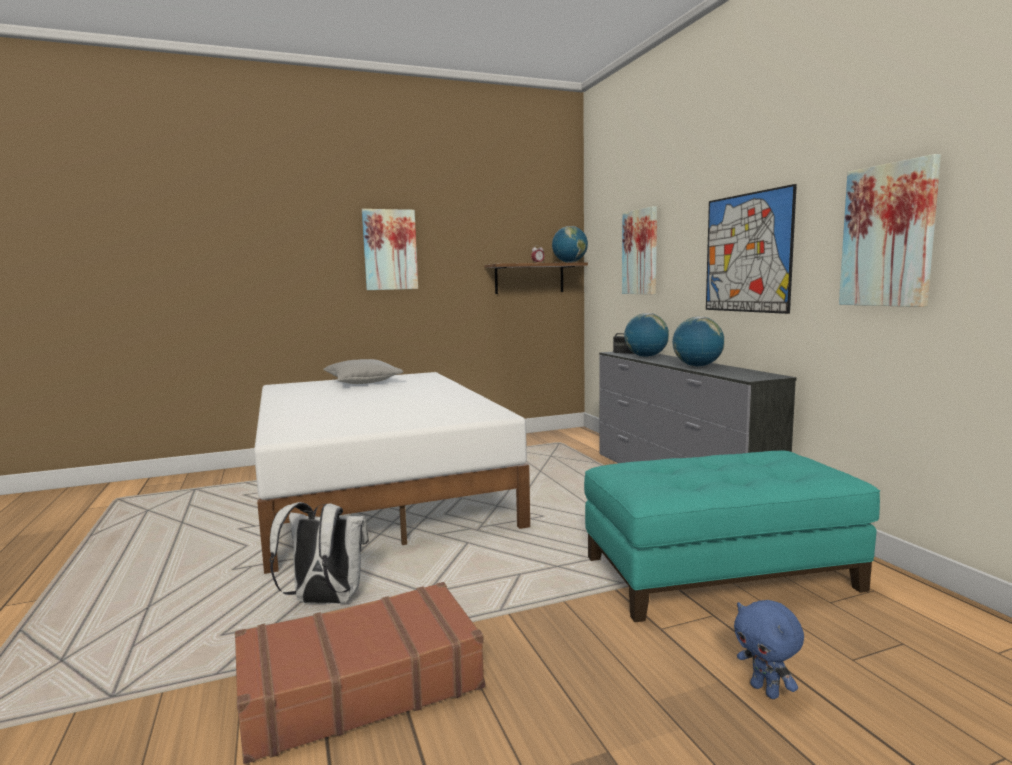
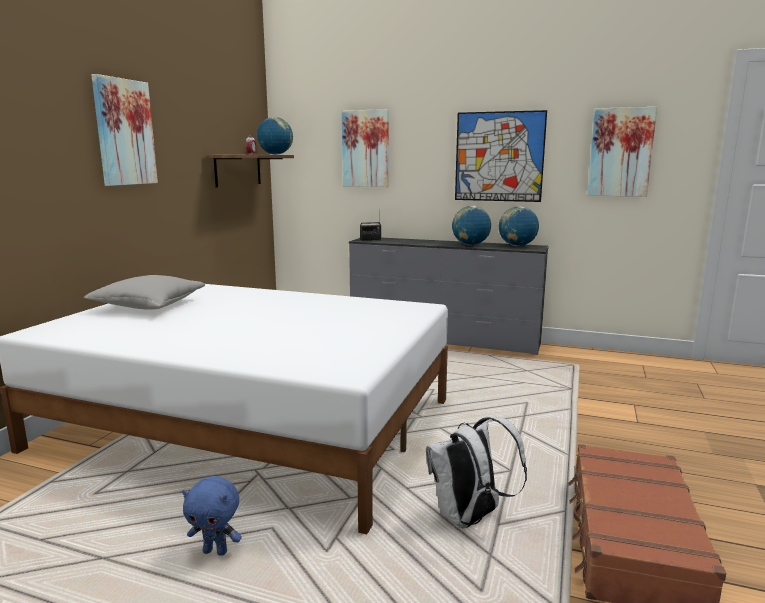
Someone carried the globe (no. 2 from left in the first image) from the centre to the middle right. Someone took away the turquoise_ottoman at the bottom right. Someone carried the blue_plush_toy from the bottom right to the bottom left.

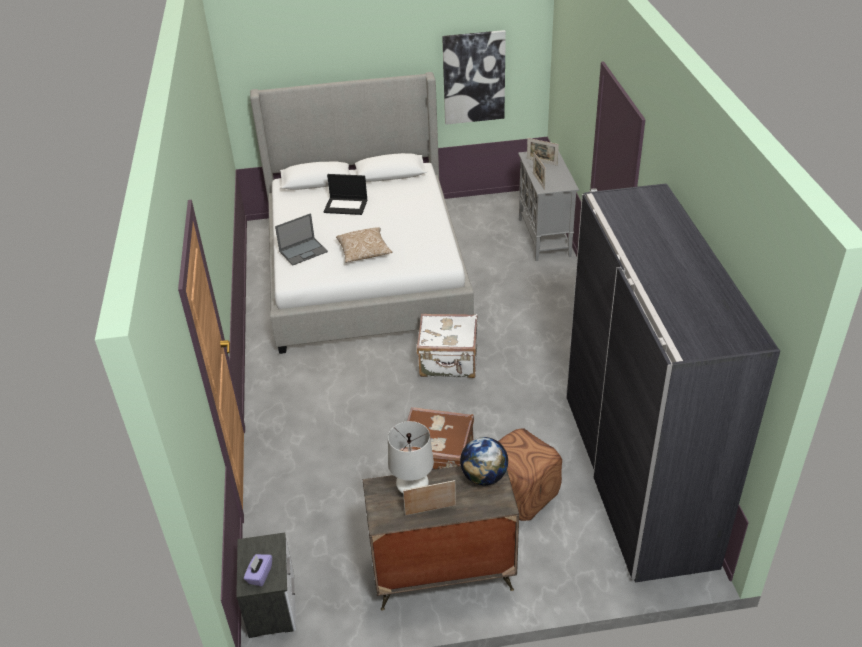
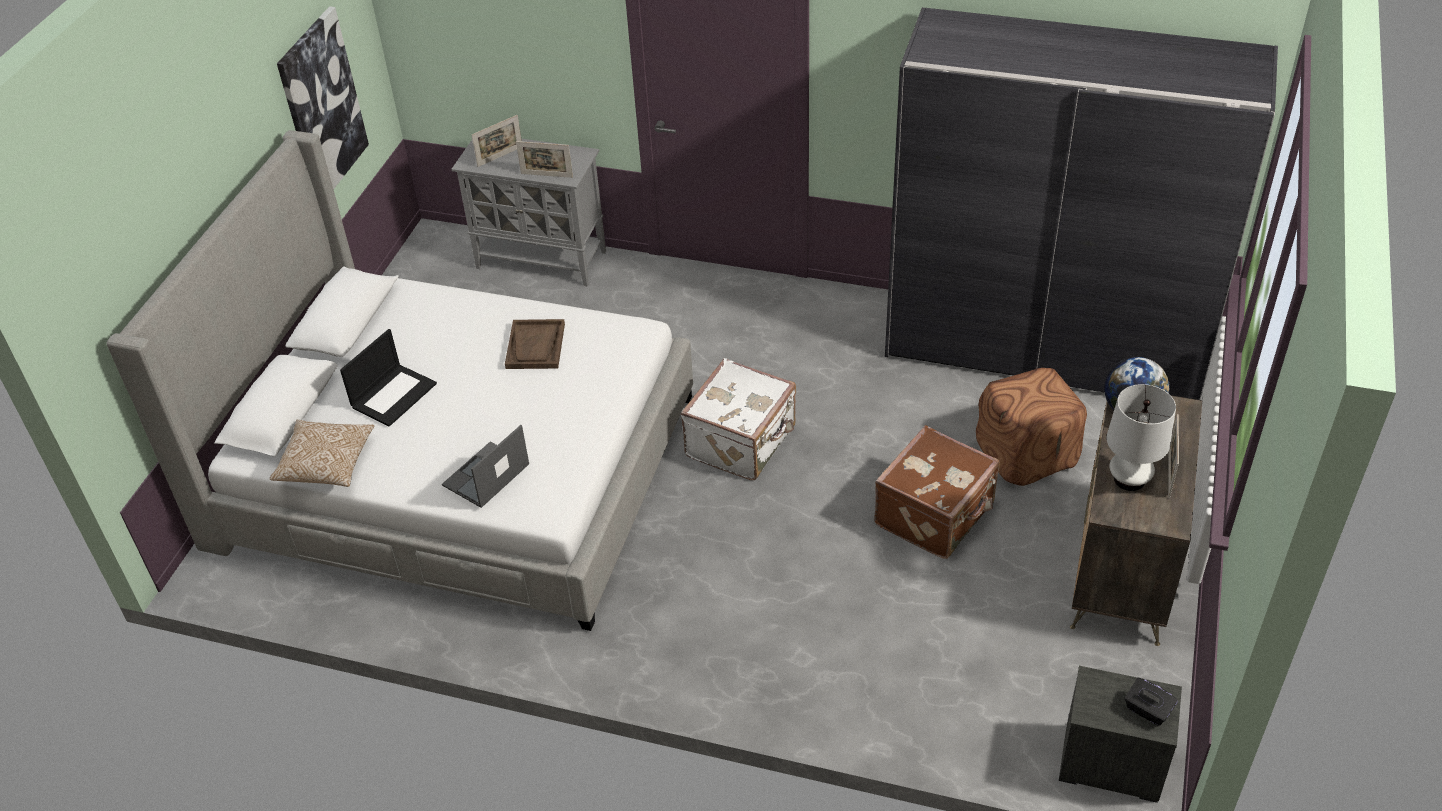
Someone rotated the laptop (no. 1 from left in the first image) at the centre by 135 degrees counterclockwise. Someone carried the pillow from the centre to the middle left. Someone repainted the purple_tissue_box at the bottom left, which became the black_tissue_box at the bottom right. Someone put down the brown_tray at the centre.

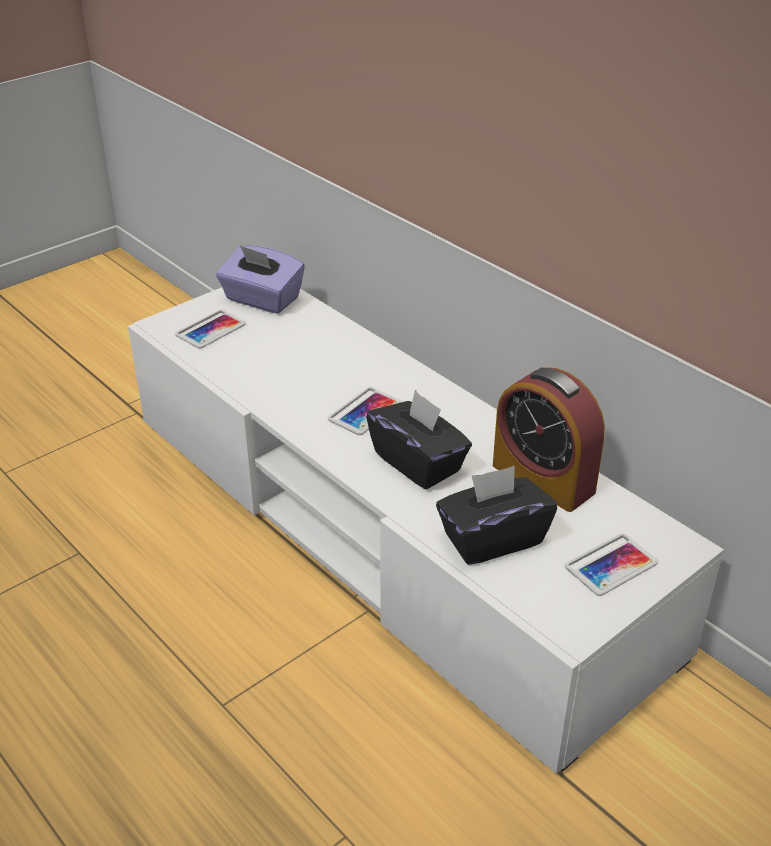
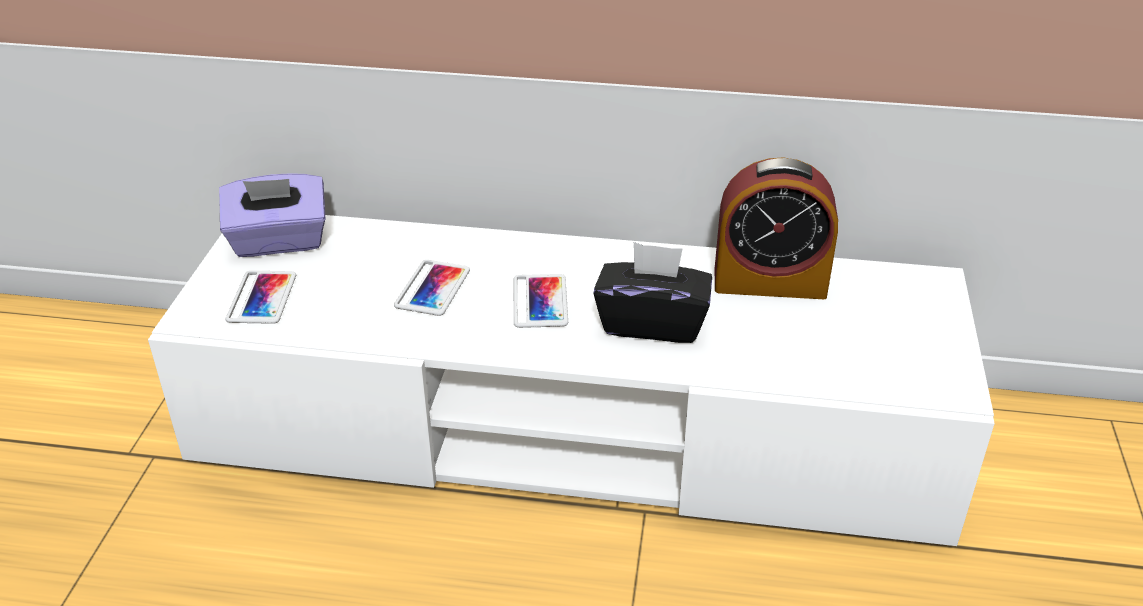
Someone took away the black_tissue_box (no. 2 from left) at the centre. Someone carried the phone (no. 3 from left in the first image) from the bottom right to the centre.

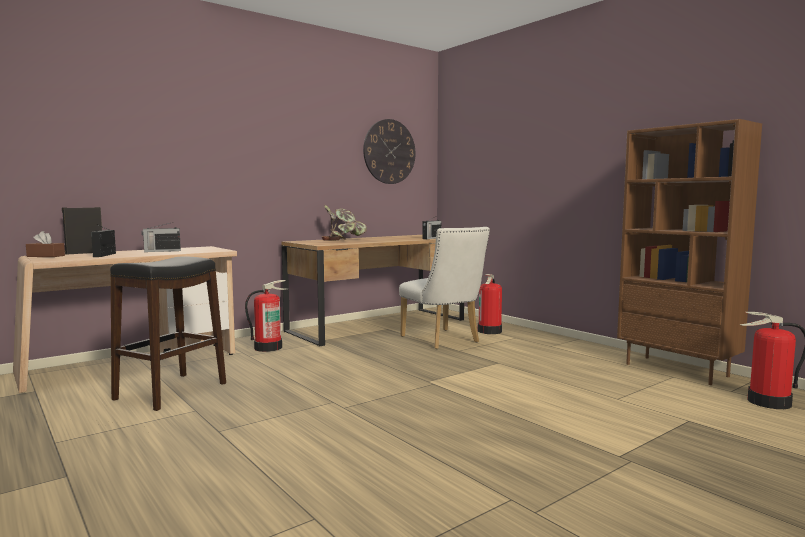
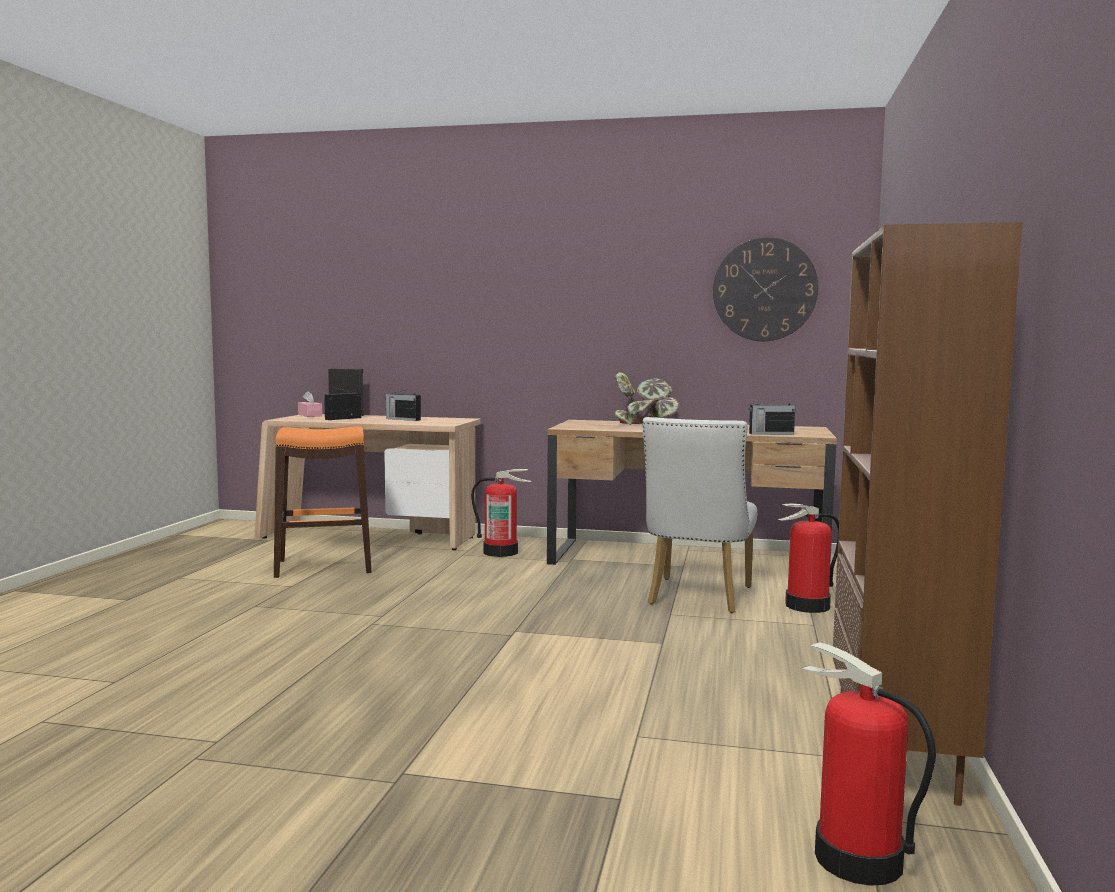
Someone repainted the brown_tissue_box at the middle left, which became the pink_tissue_box at the middle left. Someone repainted the black_stool at the middle left, which became the orange_stool at the middle left.

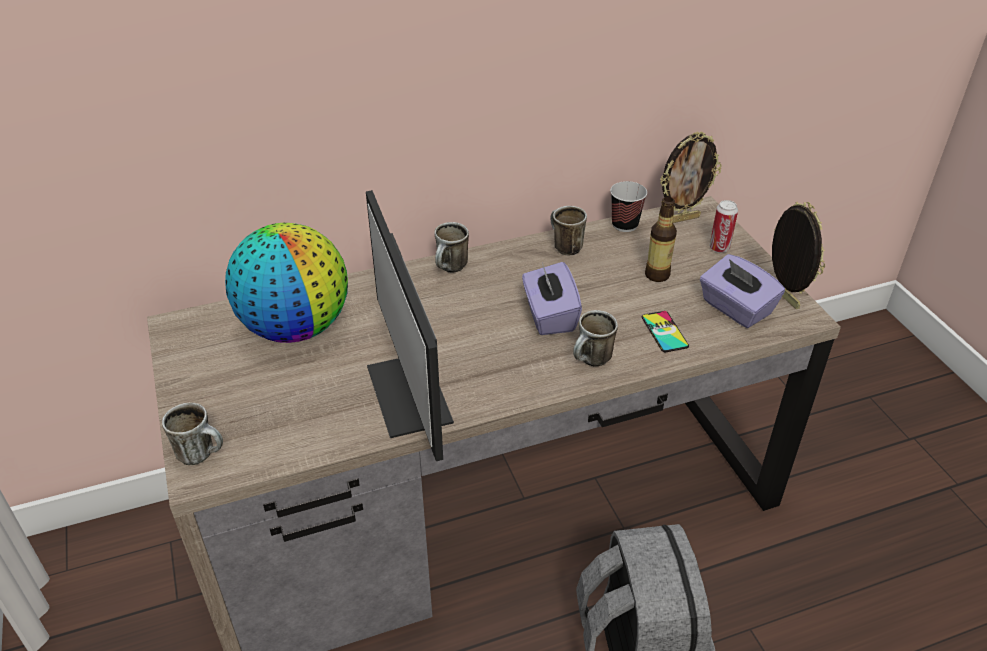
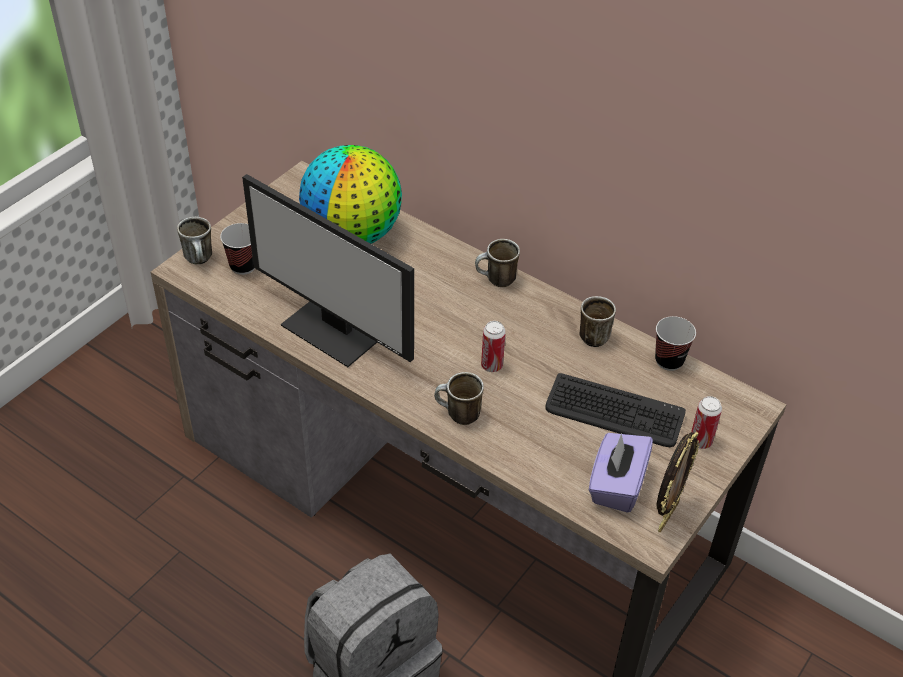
Someone took away the picture_frame (no. 1 from left) at the top right. Someone rotated the monitor at the centre by 90 degrees counterclockwise. Someone swapped the bottle at the middle right for the keyboard at the middle right. Someone swapped the purple_tissue_box (no. 1 from left) at the centre for the can (no. 1 from left) at the centre. Someone took away the phone at the middle right. Someone put down the cup (no. 1 from left) at the middle left.

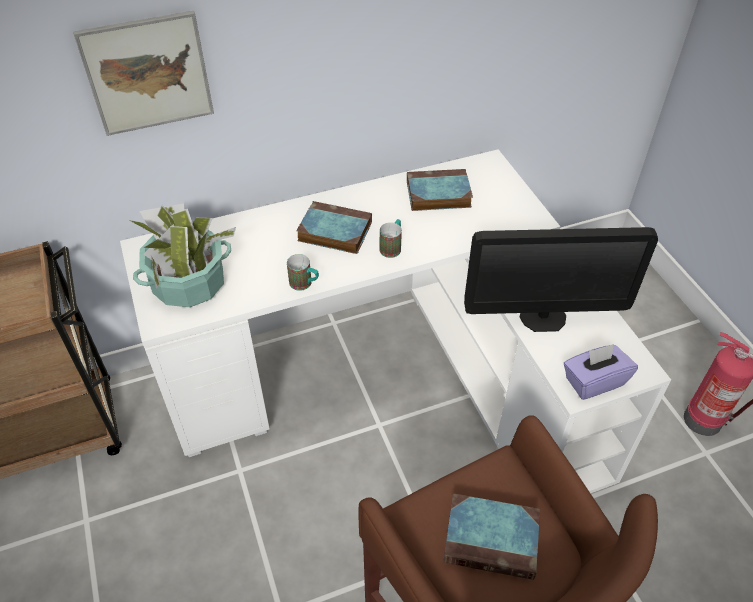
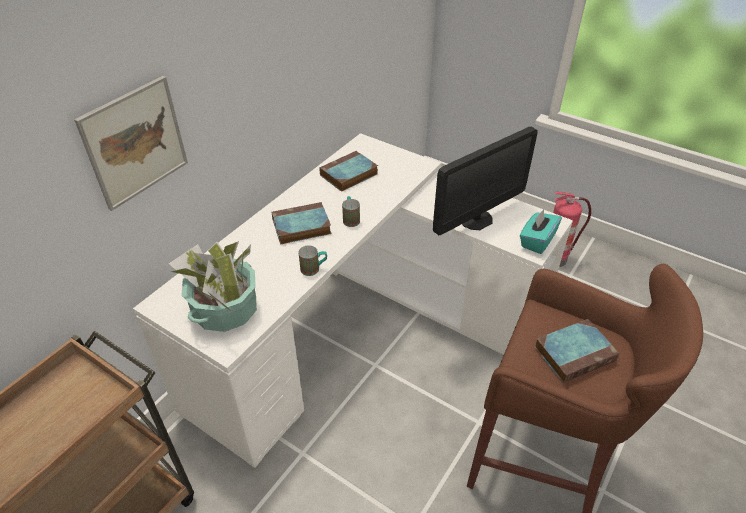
Someone repainted the purple_tissue_box at the middle right, which became the turquoise_tissue_box at the middle right.

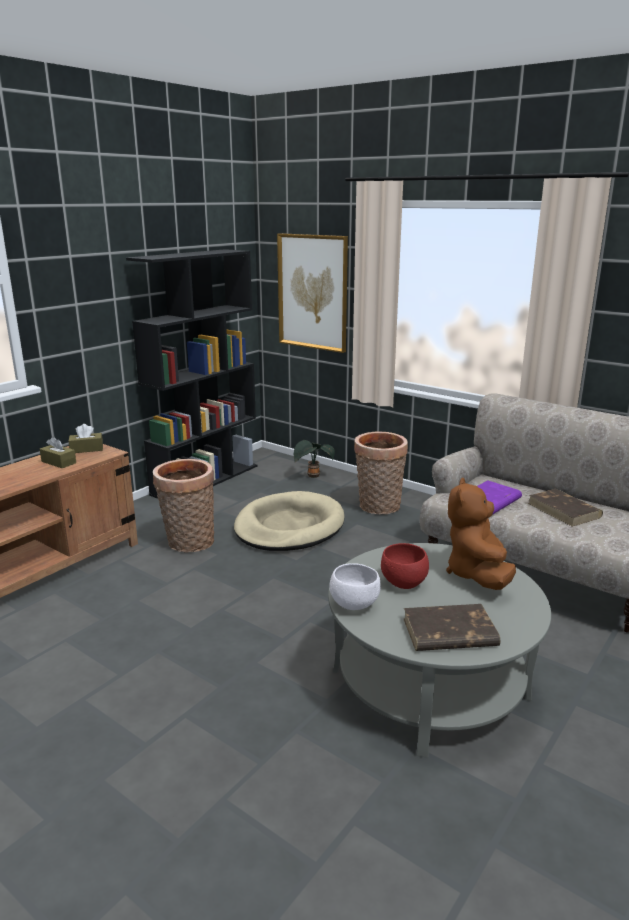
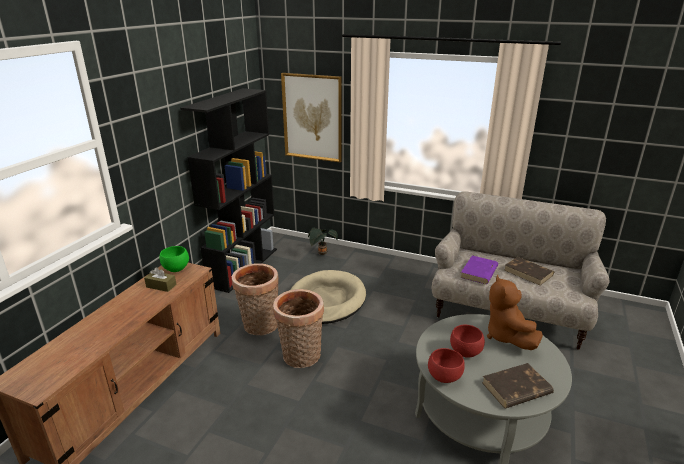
Someone swapped the brown_tissue_box (no. 2 from left) at the middle left for the green_bowl at the middle left. Someone carried the basket (no. 2 from left) from the centre to the bottom centre. Someone repainted the white_bowl at the centre, which became the red_bowl (no. 1 from left) at the bottom centre.

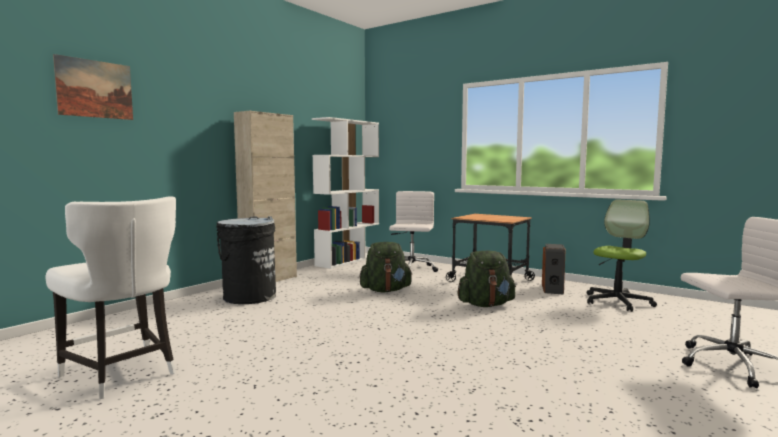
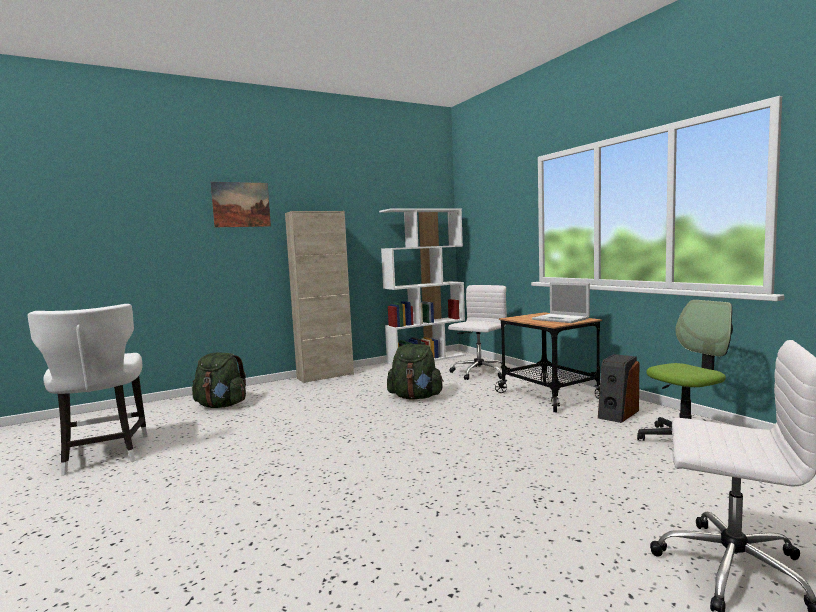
Someone carried the picture from the top left to the middle left. Someone took away the black_trash_can at the middle left. Someone carried the green_backpack (no. 2 from left in the first image) from the centre to the middle left. Someone put down the laptop at the middle right.

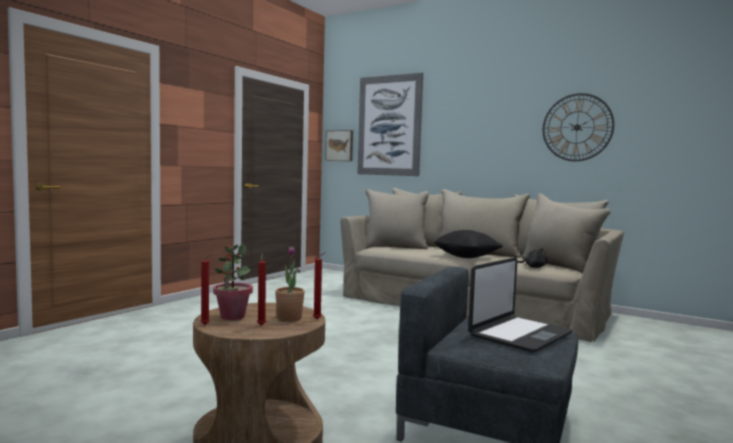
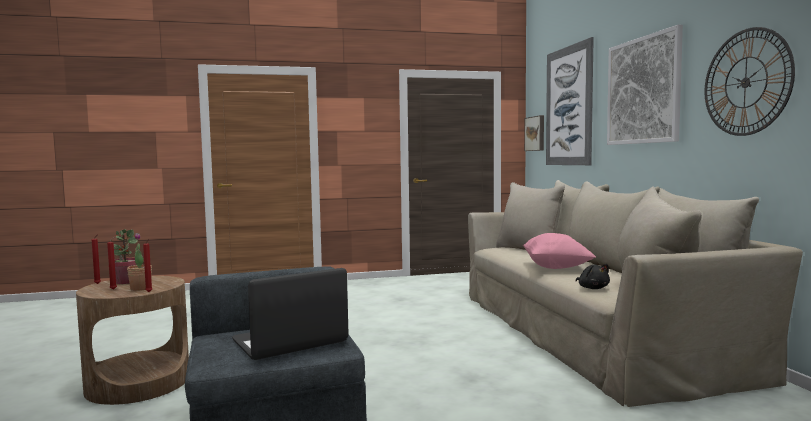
Someone repainted the black_pillow at the centre, which became the pink_pillow at the middle right. Someone rotated the laptop at the bottom right by 150 degrees clockwise. Someone put up the picture (no. 3 from left) at the top right.

